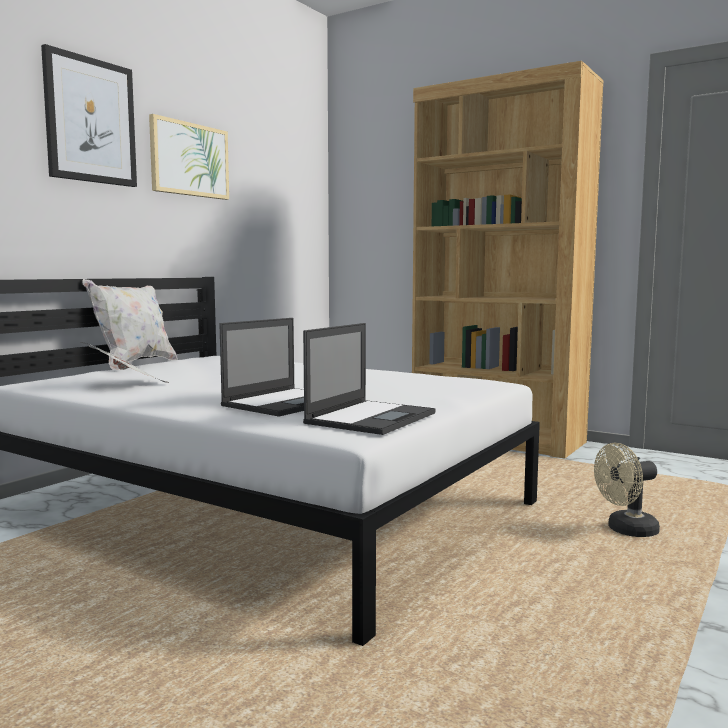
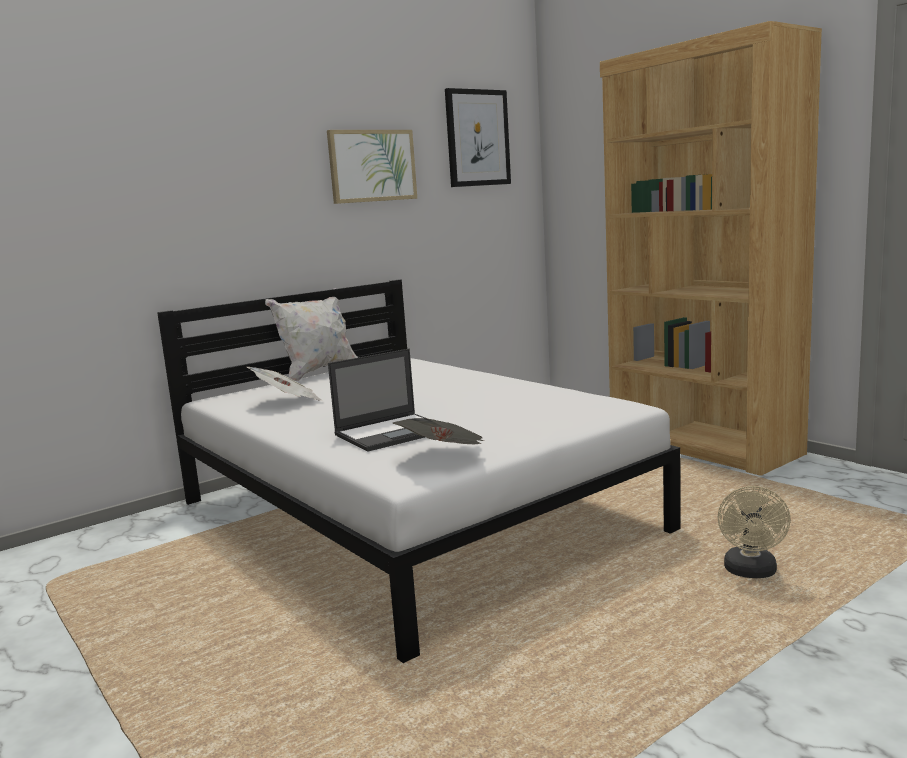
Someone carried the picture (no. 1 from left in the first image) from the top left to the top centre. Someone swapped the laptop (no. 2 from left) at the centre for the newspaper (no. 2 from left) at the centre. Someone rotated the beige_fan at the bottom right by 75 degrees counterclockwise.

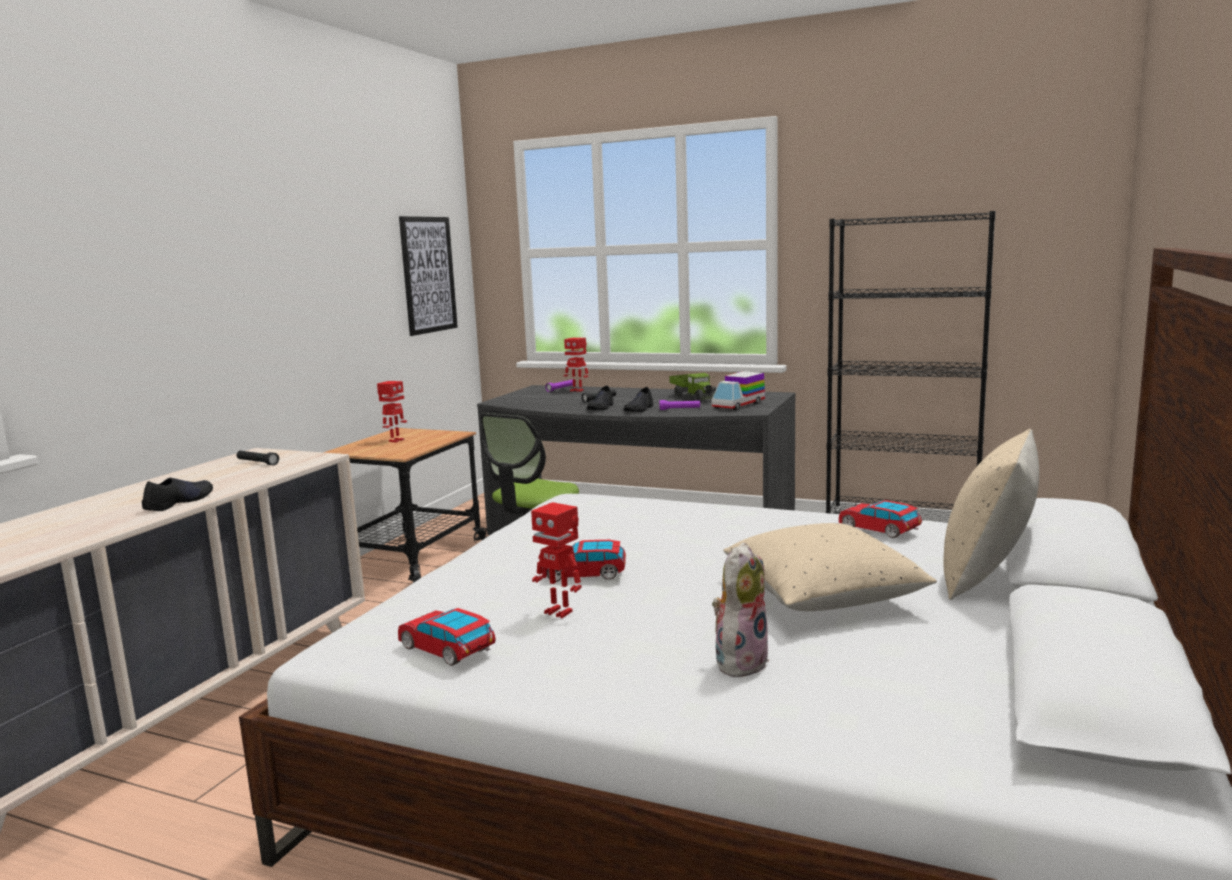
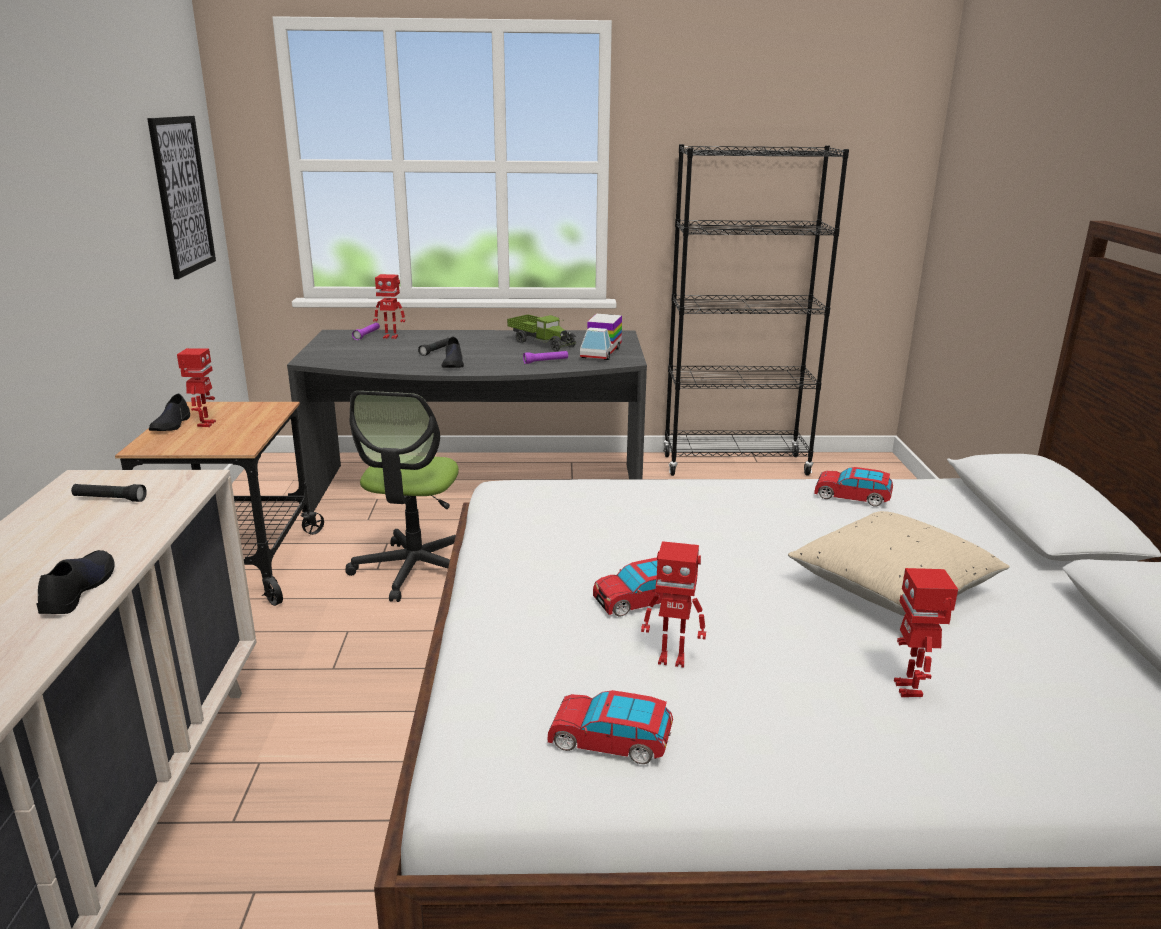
Someone carried the black_shoe (no. 3 from left in the first image) from the centre to the middle left. Someone took away the beige_pillow (no. 2 from left) at the middle right. Someone swapped the plush_toy at the bottom centre for the toy_robot (no. 4 from left) at the bottom right.

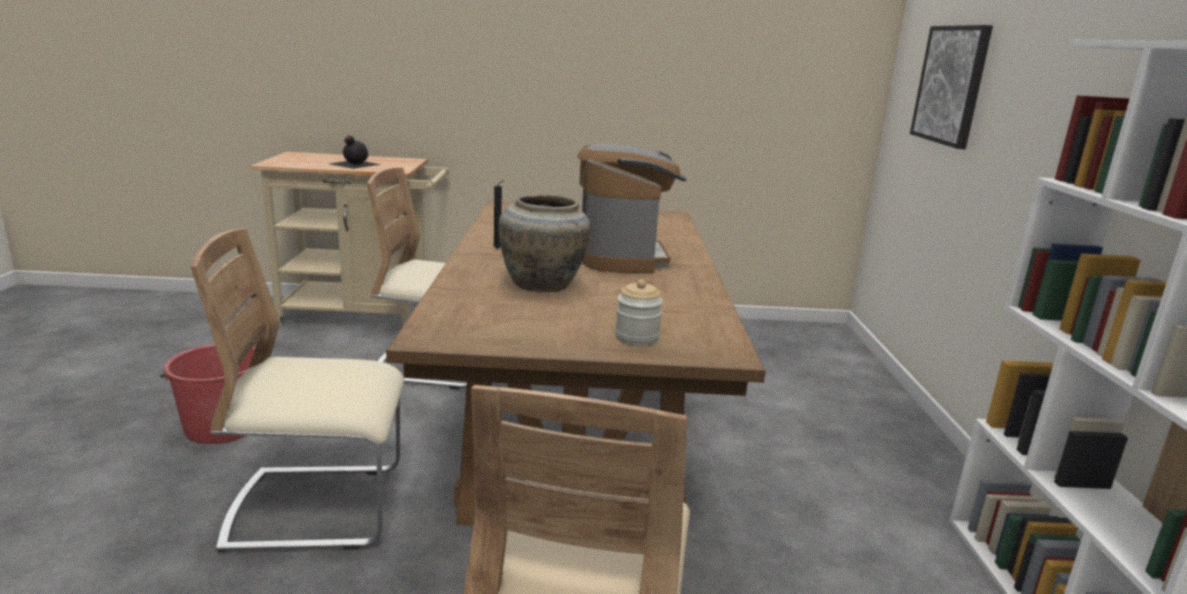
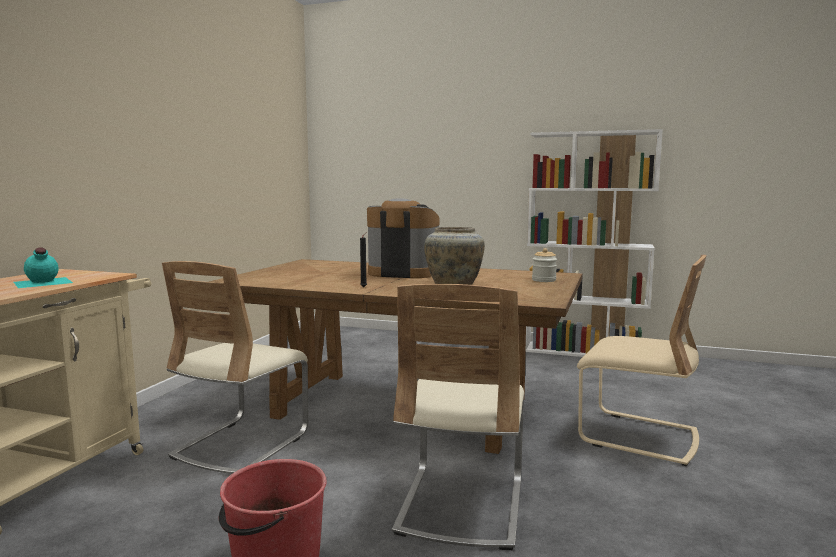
Someone took away the picture at the top right. Someone repainted the black_bottle at the top left, which became the turquoise_bottle at the middle left.

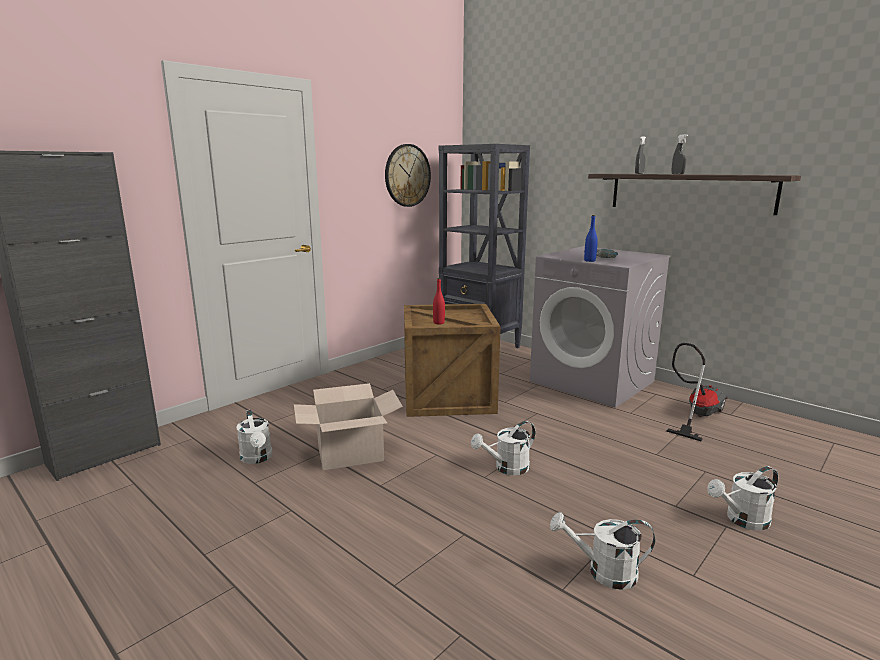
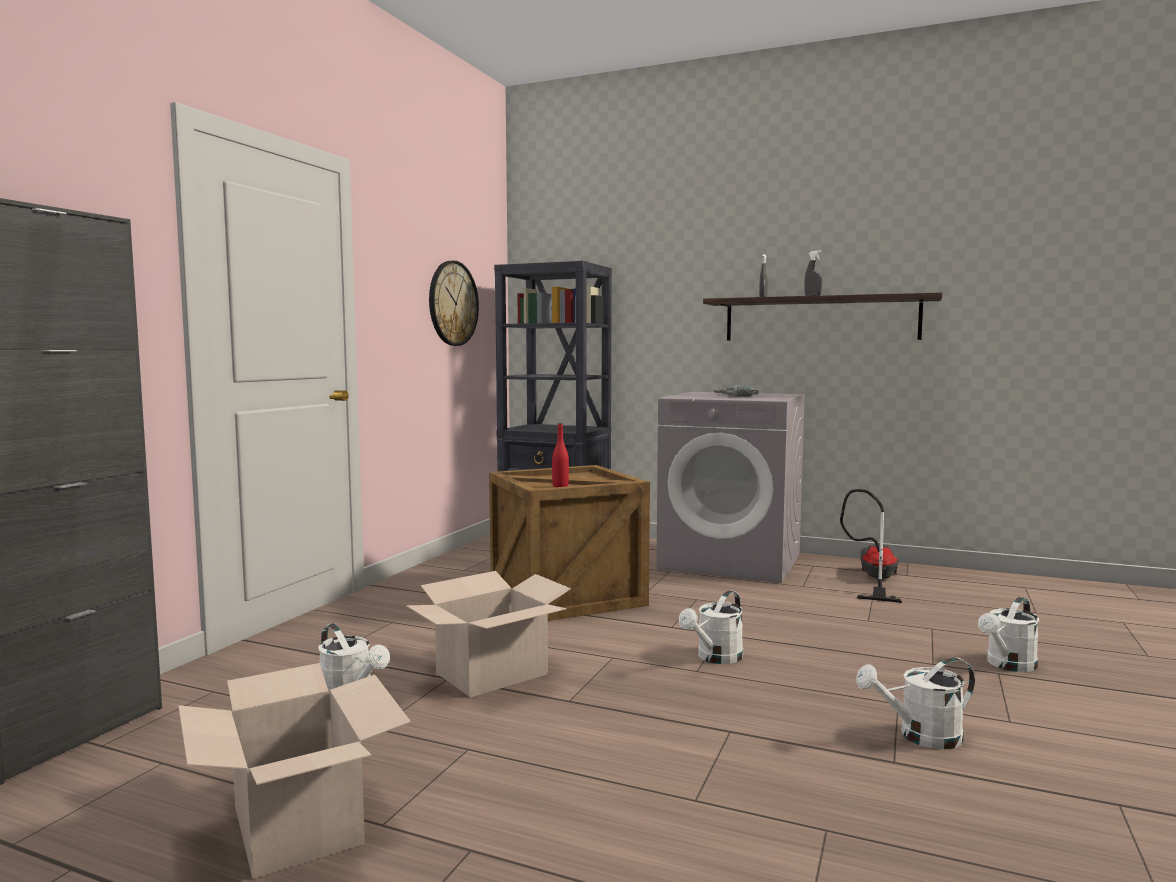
Someone took away the blue_bottle at the middle right. Someone put down the cardboard_box (no. 1 from left) at the bottom left.

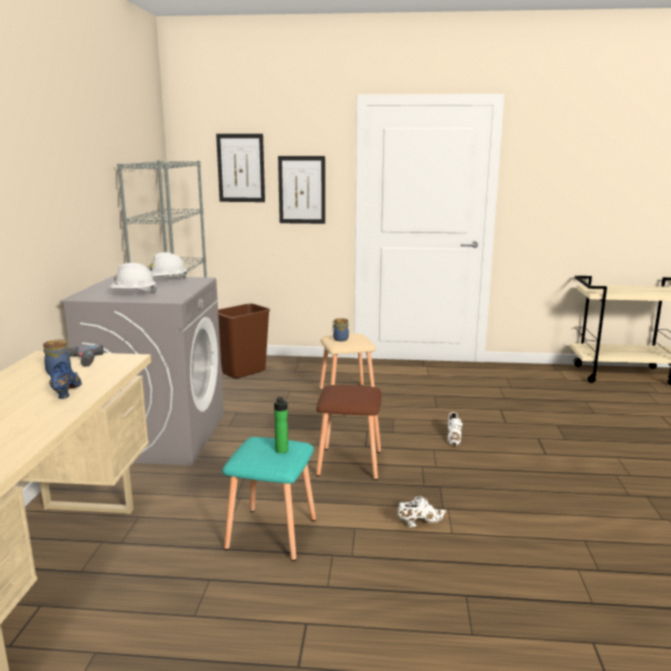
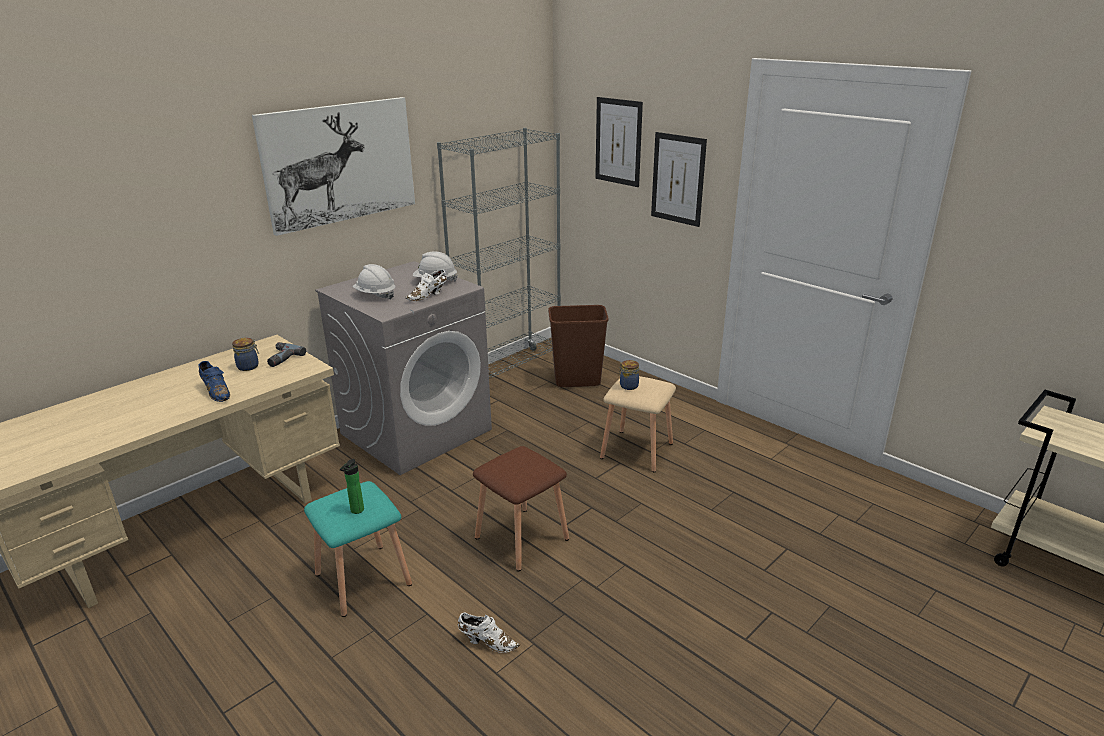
Someone rotated the blue_shoe at the middle left by 105 degrees clockwise. Someone carried the white_shoe (no. 2 from left in the first image) from the middle right to the centre. Someone put up the picture (no. 1 from left) at the top left.

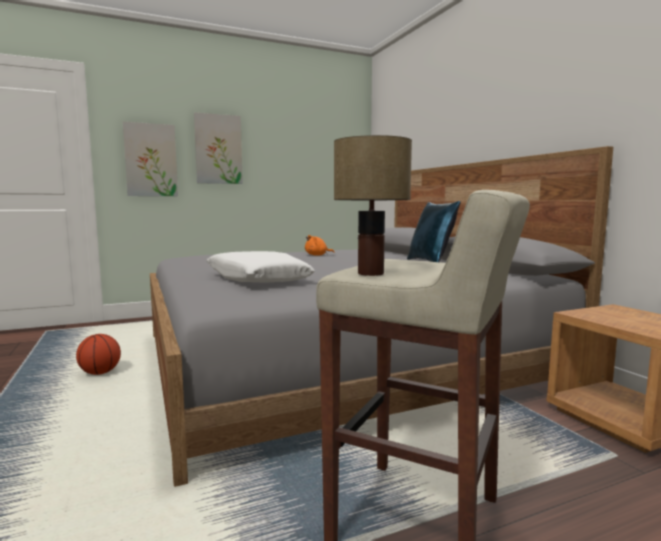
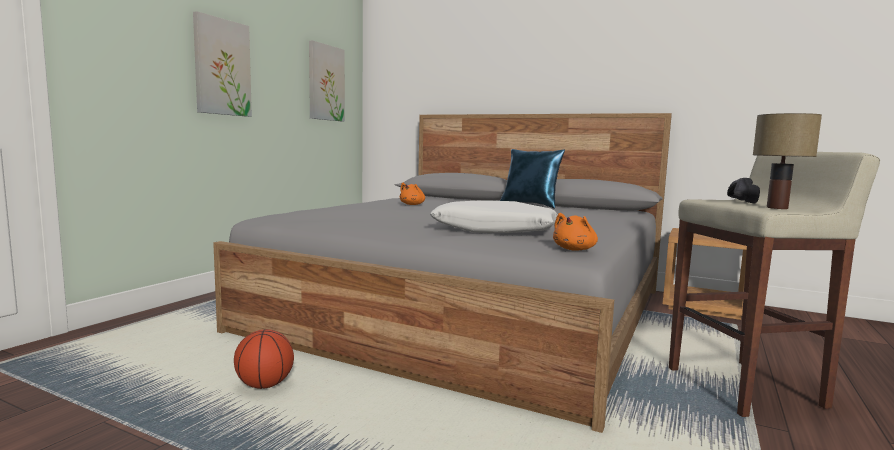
Someone carried the picture (no. 1 from left in the first image) from the top left to the top centre. Someone put down the black_shoe at the middle right. Someone put down the orange_plush_toy (no. 2 from left) at the centre.

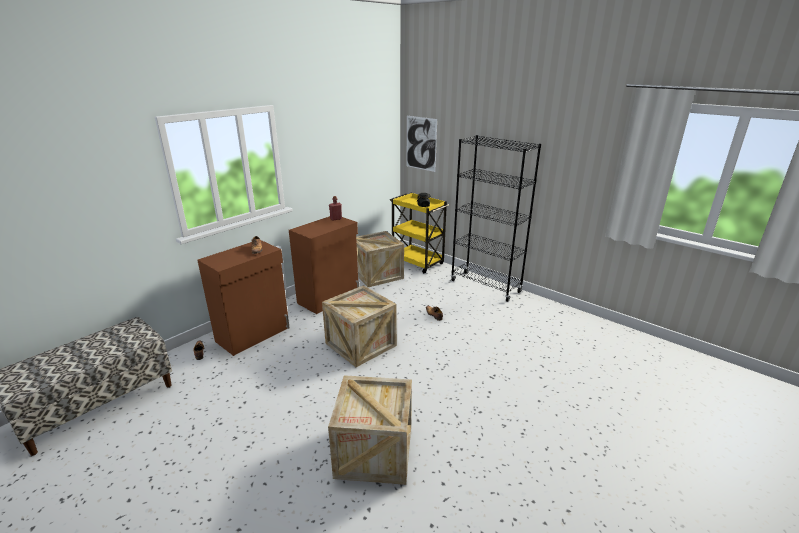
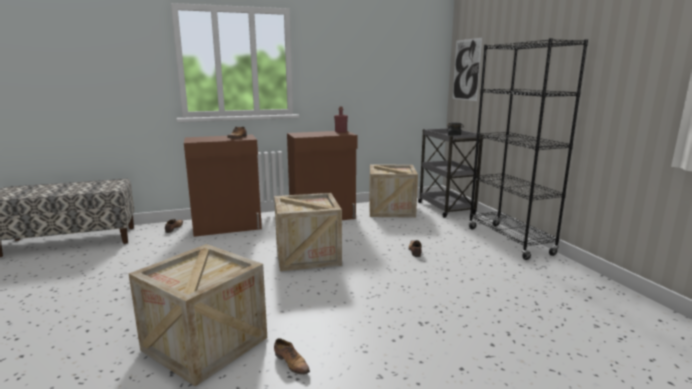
Someone repainted the yellow_cart at the centre, which became the grey_cart at the centre. Someone put down the shoe (no. 3 from left) at the bottom centre.

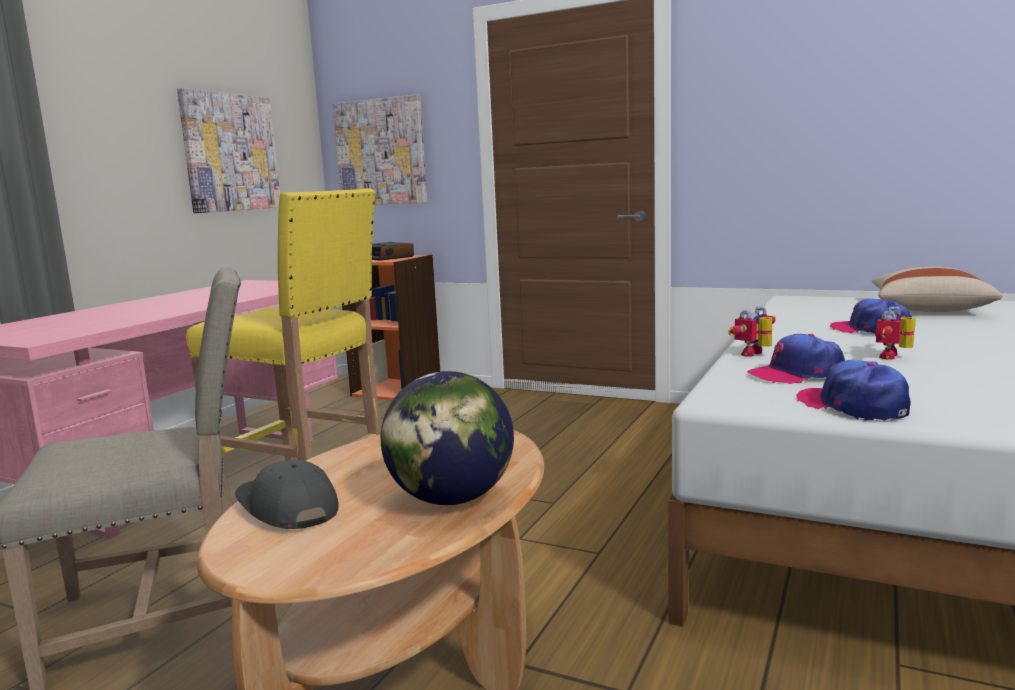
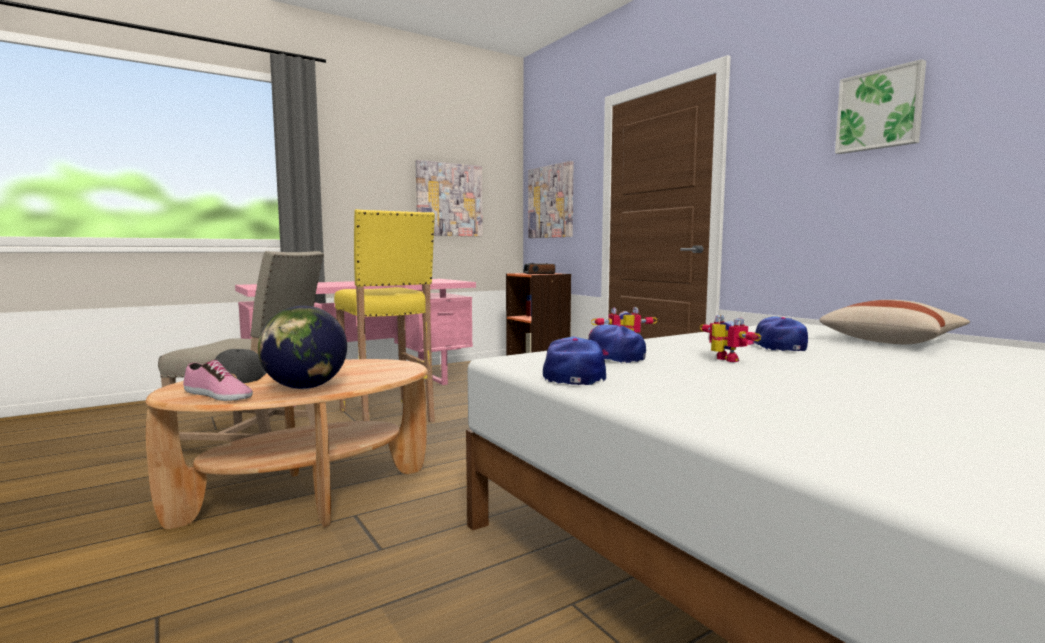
Someone rotated the toy_robot (no. 2 from left) at the middle right by 90 degrees clockwise. Someone put up the picture (no. 3 from left) at the top right. Someone put down the shoe at the middle left.

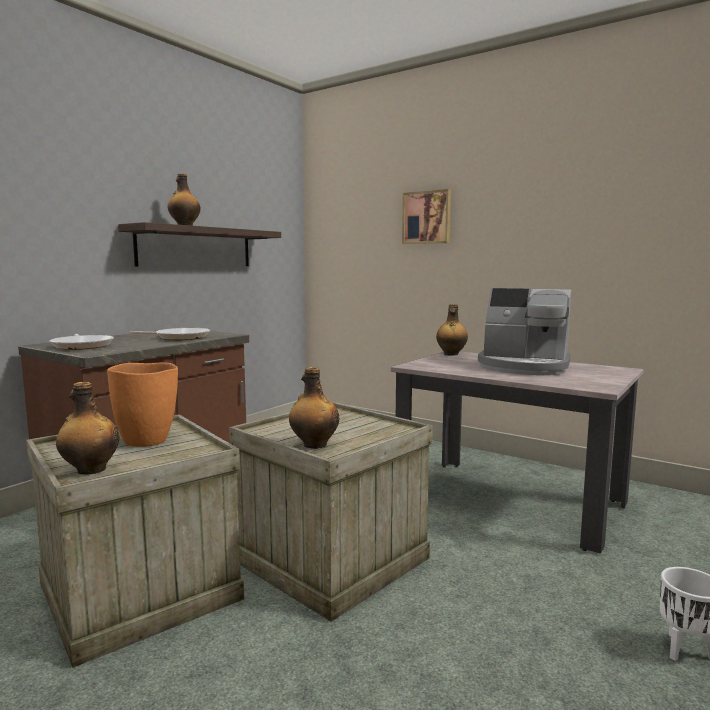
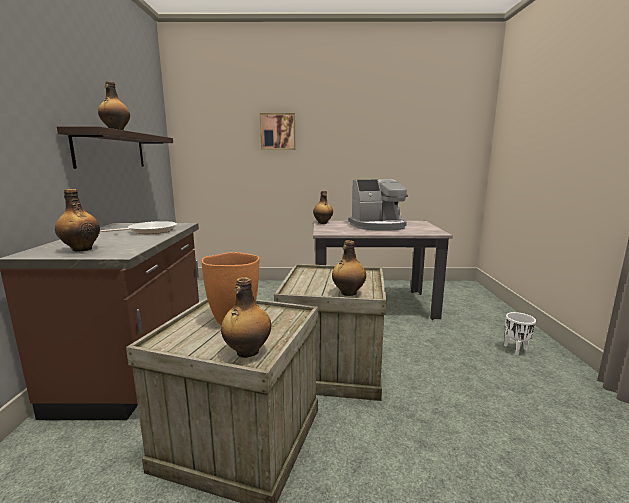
Someone swapped the frying_pan (no. 1 from left) at the middle left for the bottle (no. 1 from left) at the middle left.

